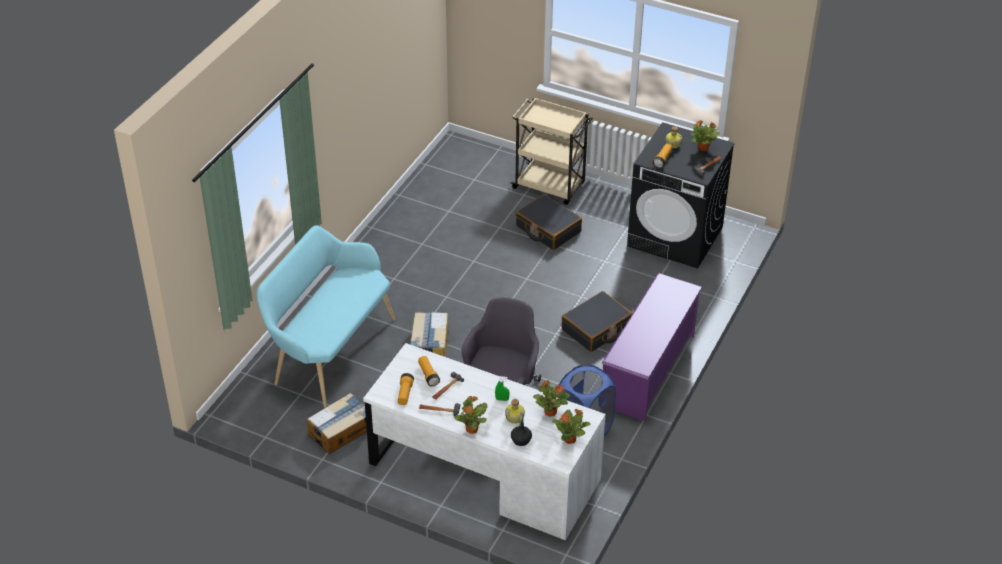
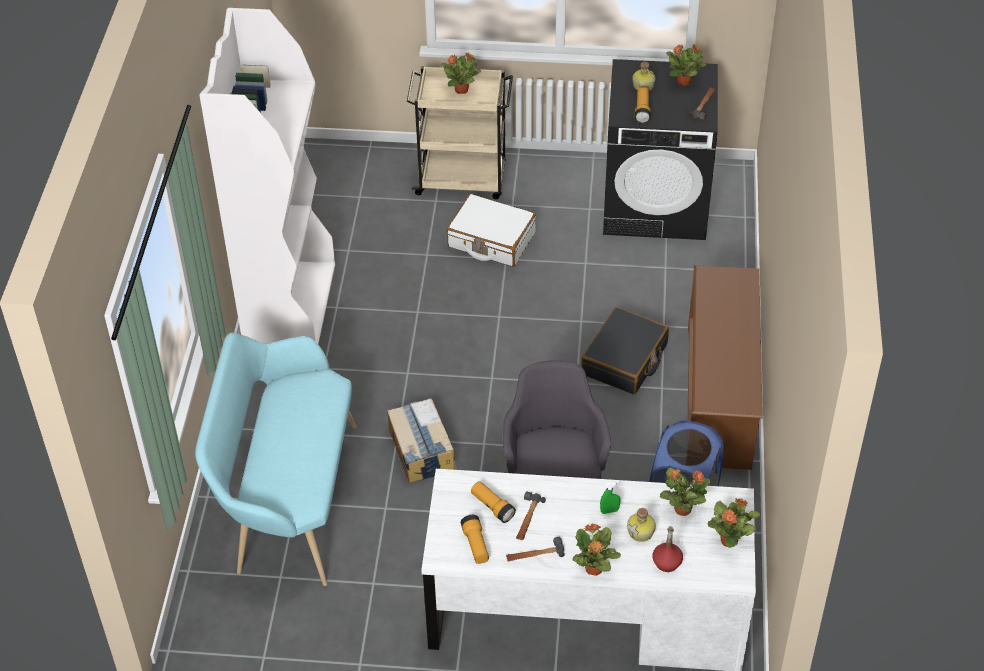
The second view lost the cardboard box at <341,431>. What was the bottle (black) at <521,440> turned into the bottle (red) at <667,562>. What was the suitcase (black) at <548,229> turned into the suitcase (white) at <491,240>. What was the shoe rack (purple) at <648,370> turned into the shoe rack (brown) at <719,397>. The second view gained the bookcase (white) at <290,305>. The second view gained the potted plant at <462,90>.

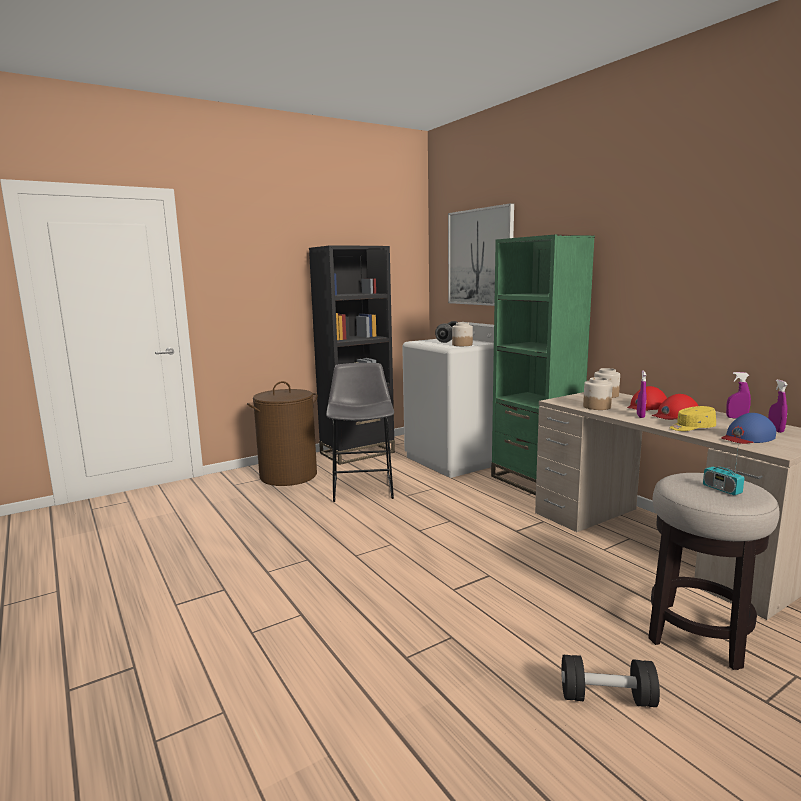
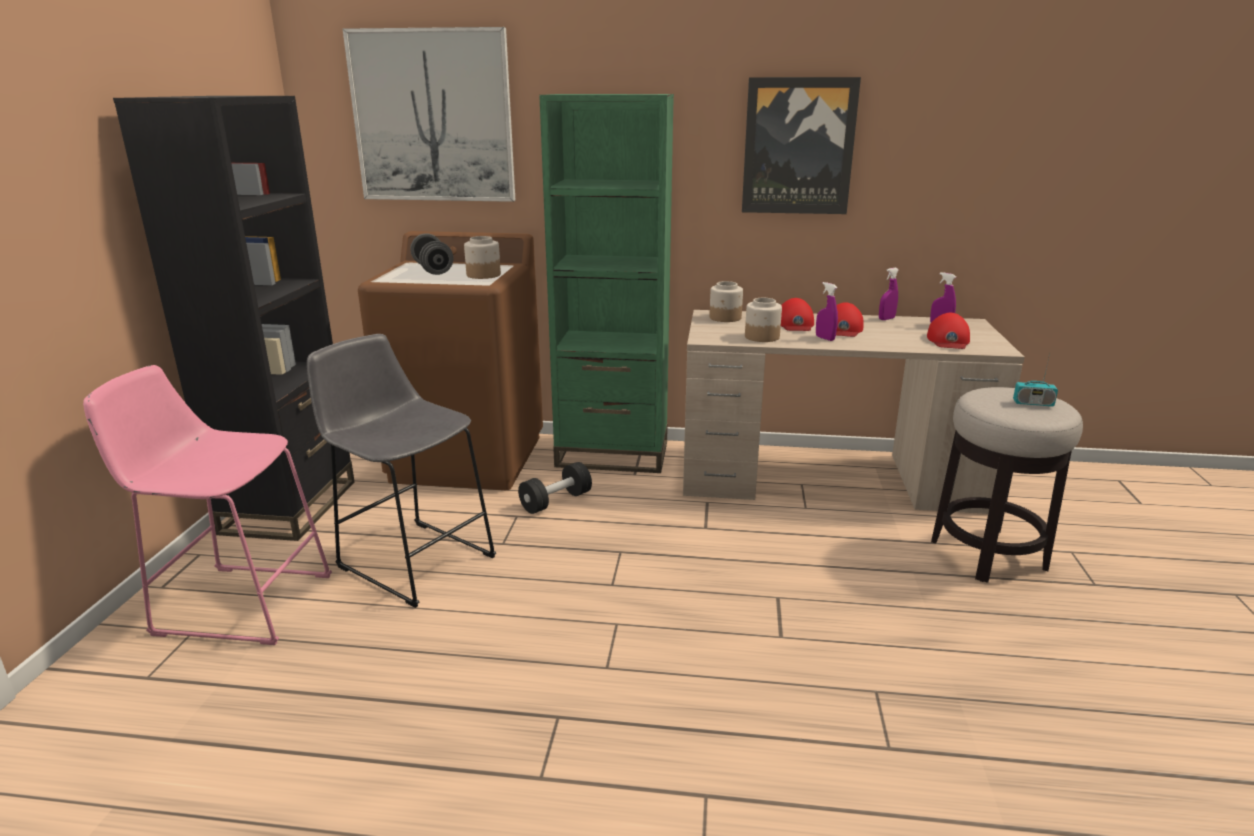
Where the laundry basket (brown) stood at <288,475>, the stool (pink) came to stand at <237,603>. What was the washing machine (white) at <457,459> turned into the washing machine (brown) at <469,458>. The dumbbell (black) ended up elsewhere, having gone from <607,698> to <556,501>. The second view lost the cap (yellow) at <691,428>. What was the cap (blue) at <747,437> turned into the cap (red) at <948,340>. The second view gained the picture at <798,147>.

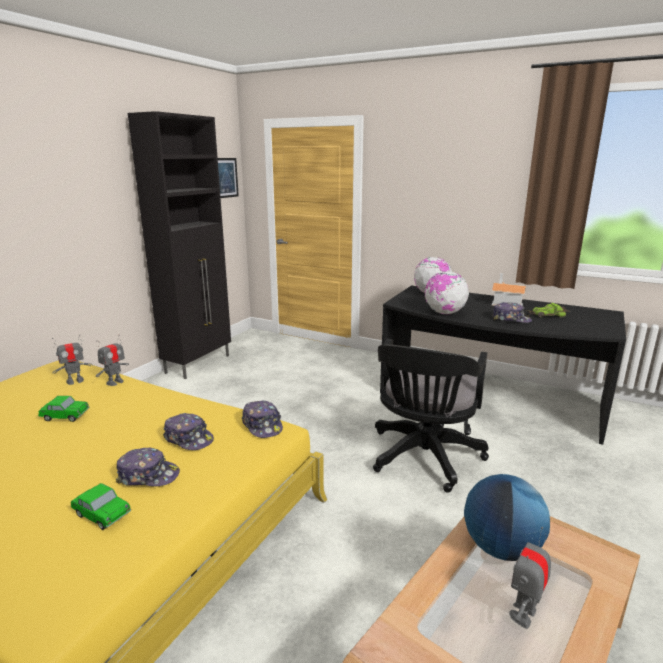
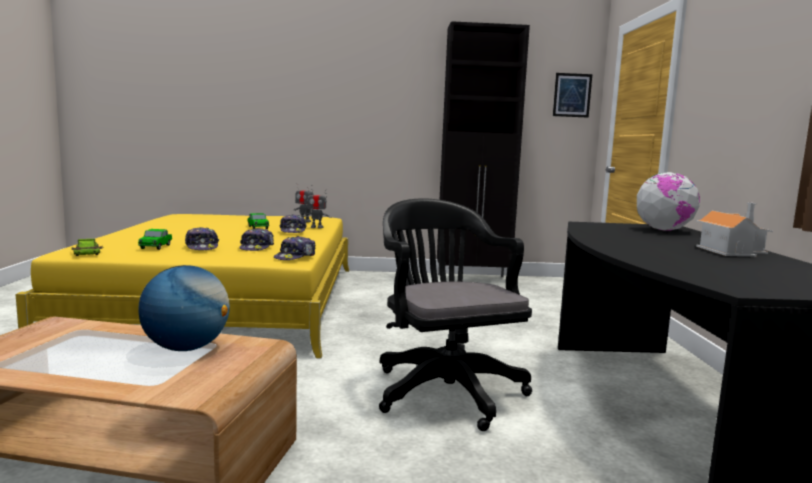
The office chair (black) at <423,459> ended up facing another way, 75 degrees clockwise from before. The second view lost the globe at <444,313>. The cap ended up elsewhere, having gone from <511,319> to <293,231>. The second view lost the toy robot at <523,614>. The toy car ended up elsewhere, having gone from <547,315> to <87,252>.

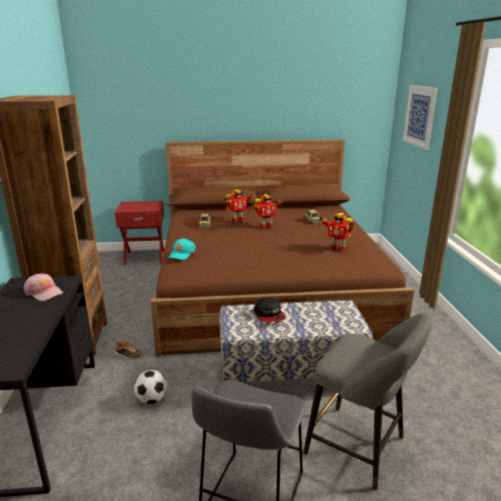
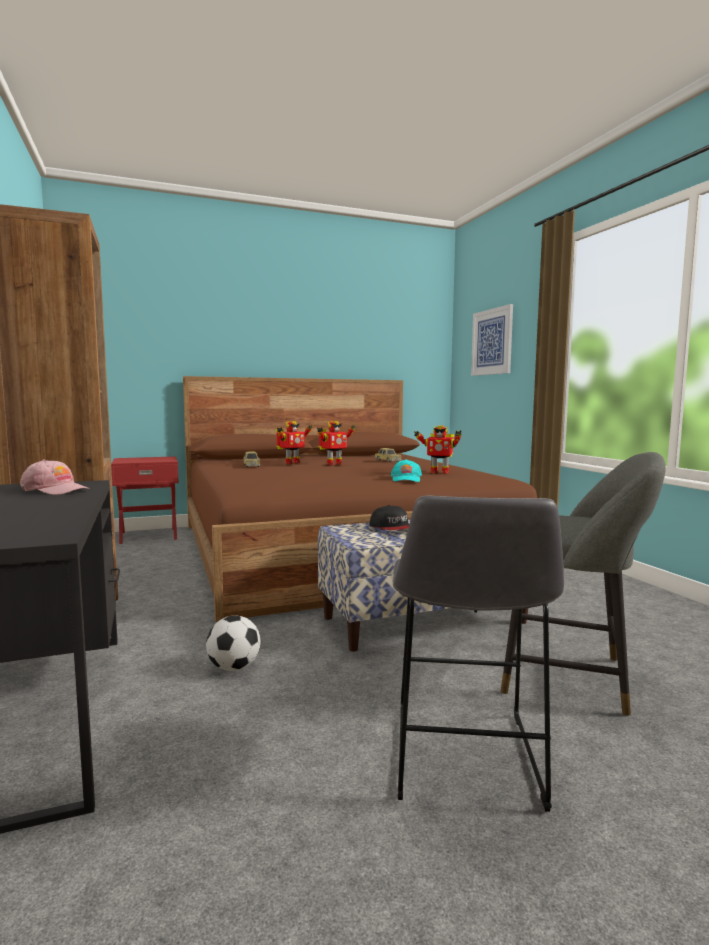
The second view lost the shoe at <129,355>. The cap (turquoise) ended up elsewhere, having gone from <182,254> to <406,479>.

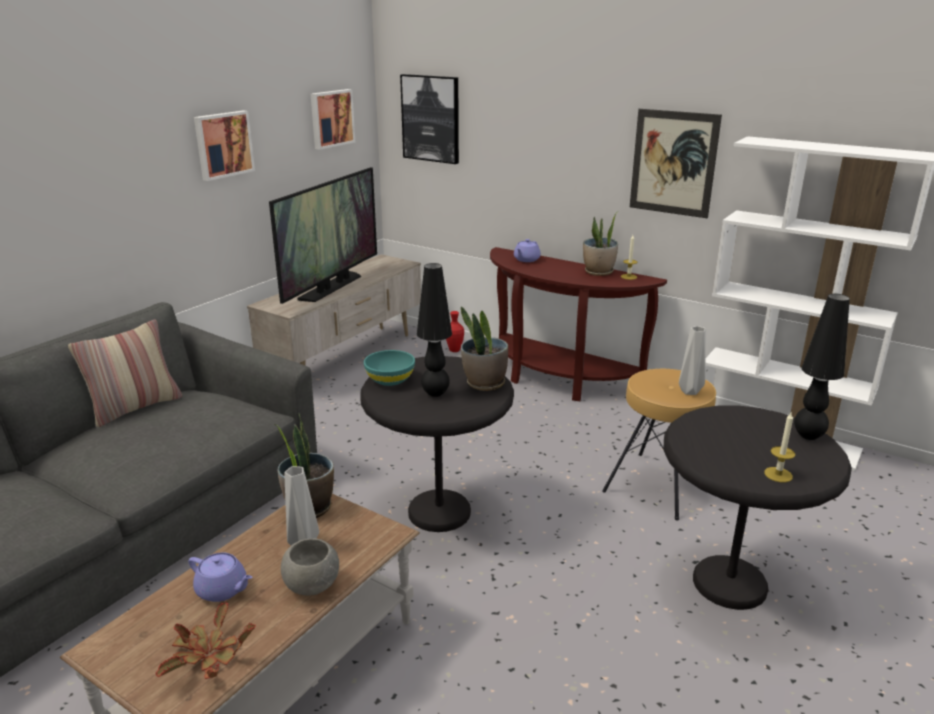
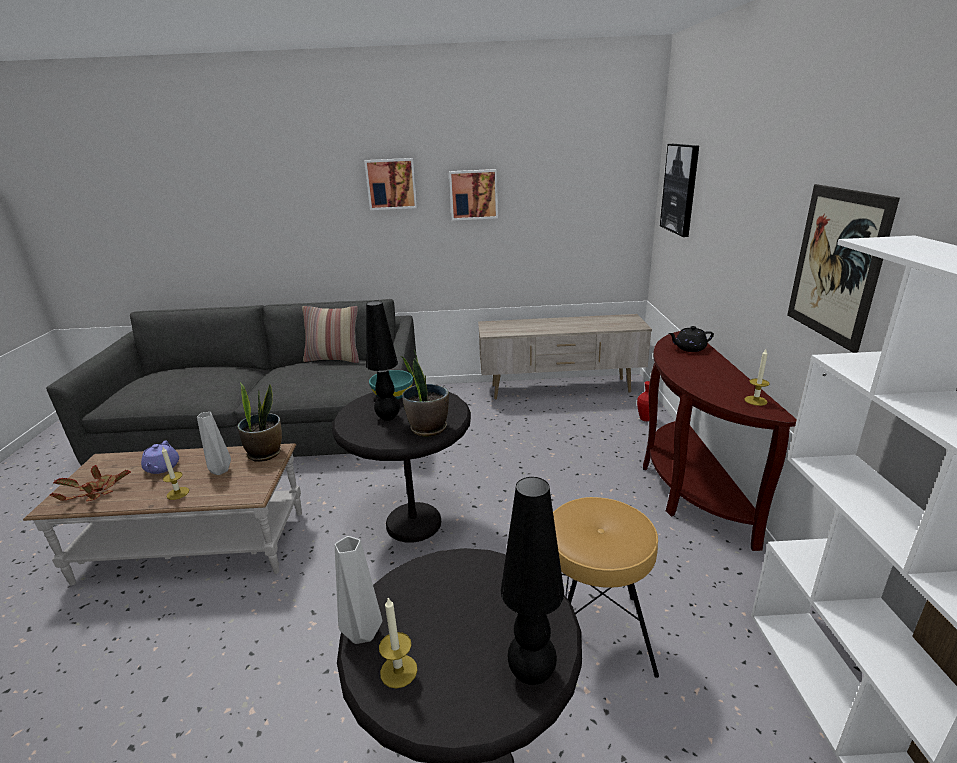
The second view lost the television at <331,287>. Where the bowl (grey) stood at <312,585>, the candle came to stand at <178,493>. The picture ended up elsewhere, having gone from <331,118> to <391,184>. What was the teapot (purple) at <526,260> turned into the teapot (black) at <689,348>. The second view lost the potted plant at <598,272>. The vase (grey) ended up elsewhere, having gone from <689,392> to <361,634>.

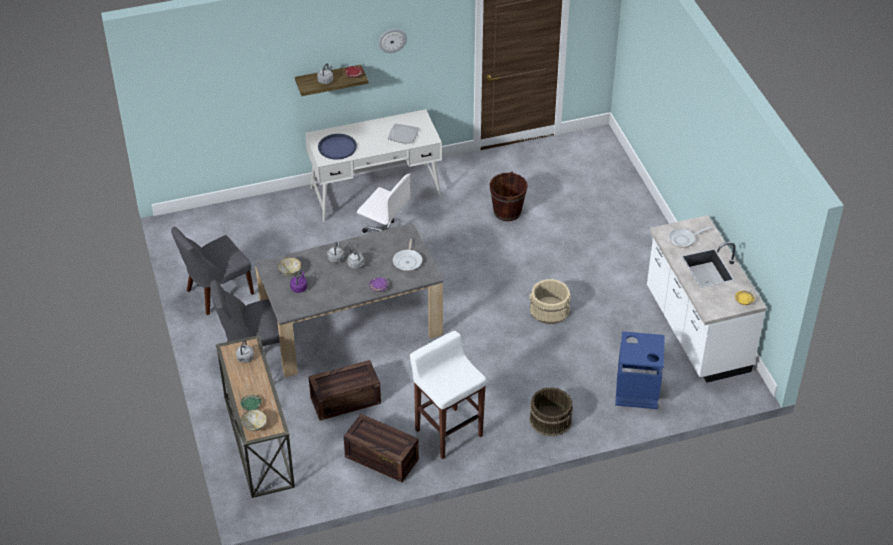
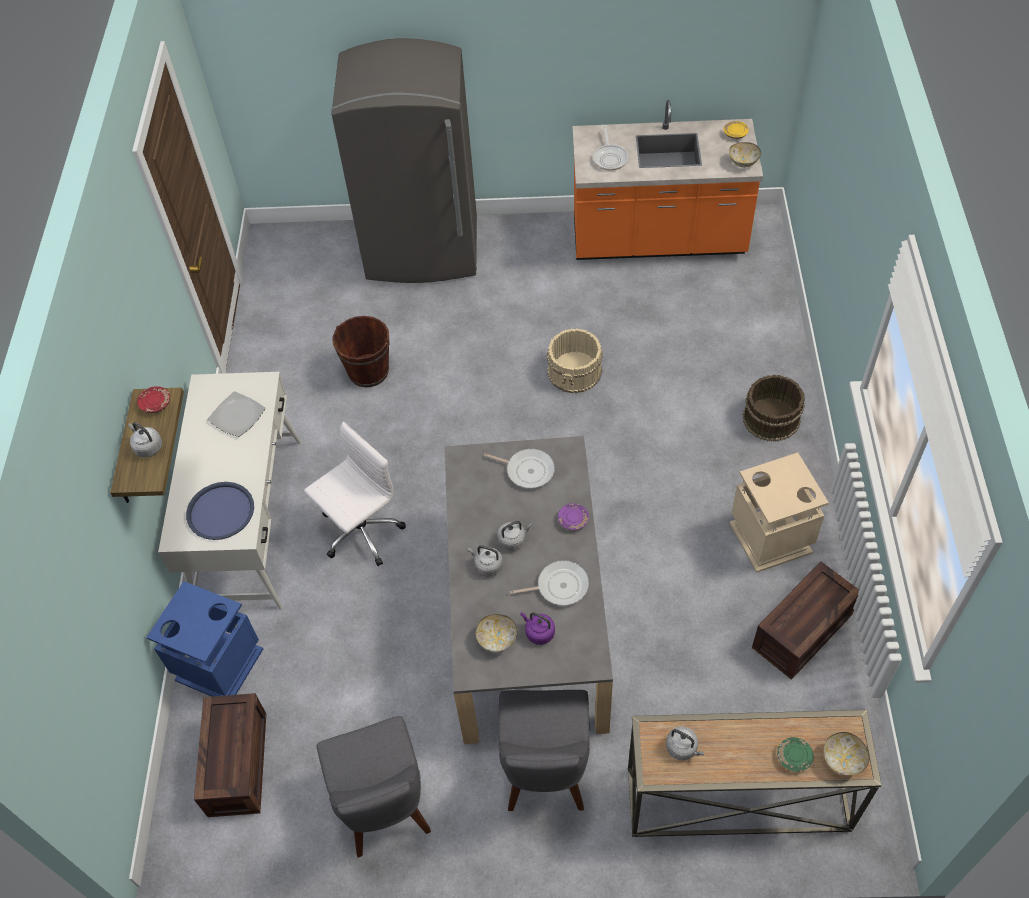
The crate ended up elsewhere, having gone from <346,399> to <236,762>. The second view lost the wall clock at <392,40>. Where the stool (white) stood at <448,432>, the trash can (beige) came to stand at <769,537>. The trash can (blue) ended up elsewhere, having gone from <637,391> to <220,664>. What was the counter (white) at <696,331> turned into the counter (orange) at <658,240>. The second view gained the fridge (grey) at <423,250>. The second view gained the frying pan at <559,586>. The second view gained the bowl at <743,162>.

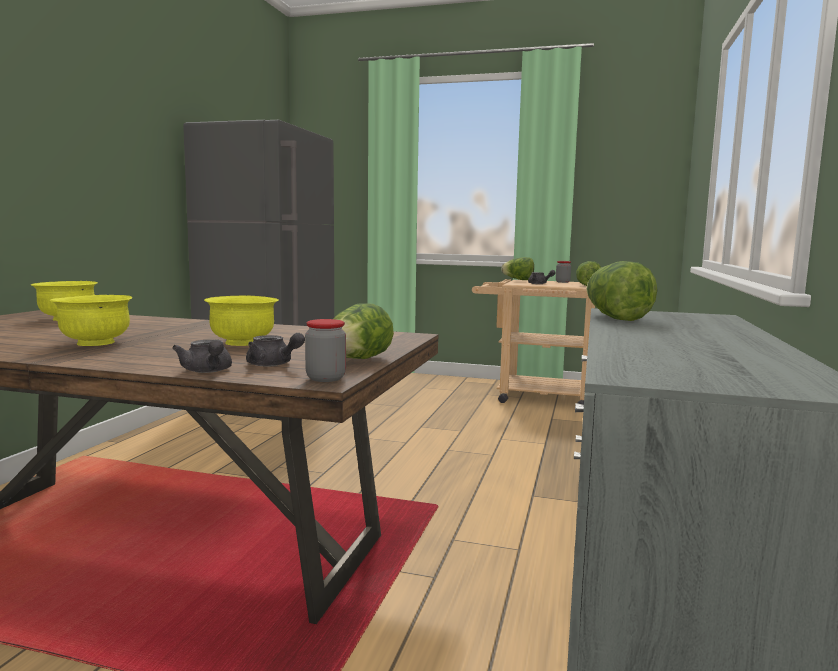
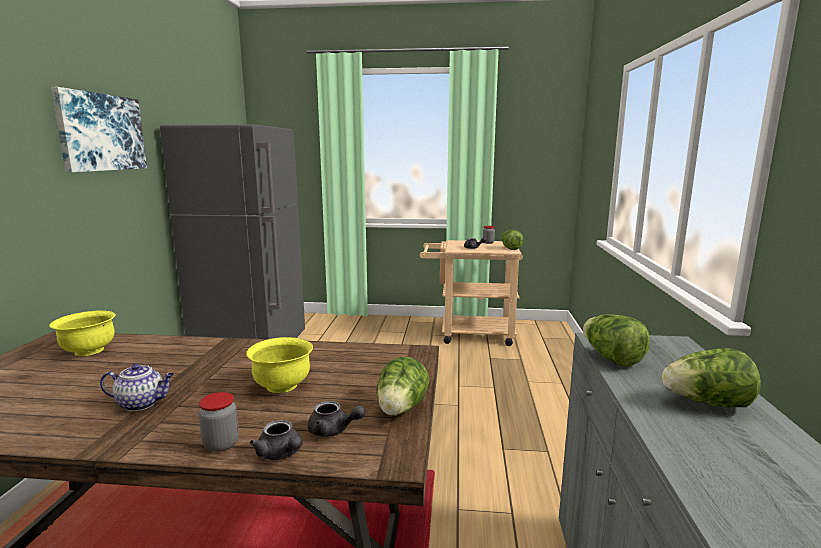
Where the bowl (yellow) stood at <95,343>, the teapot came to stand at <142,403>. The jar ended up elsewhere, having gone from <325,378> to <221,444>. The lettuce ended up elsewhere, having gone from <518,280> to <707,403>. The second view gained the picture at <101,132>.

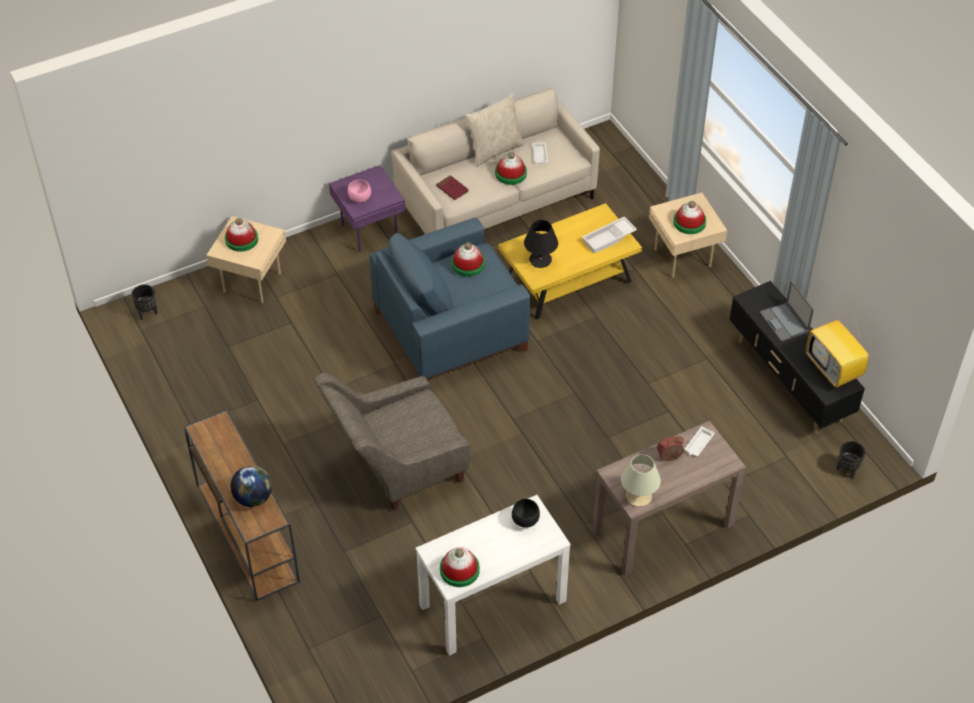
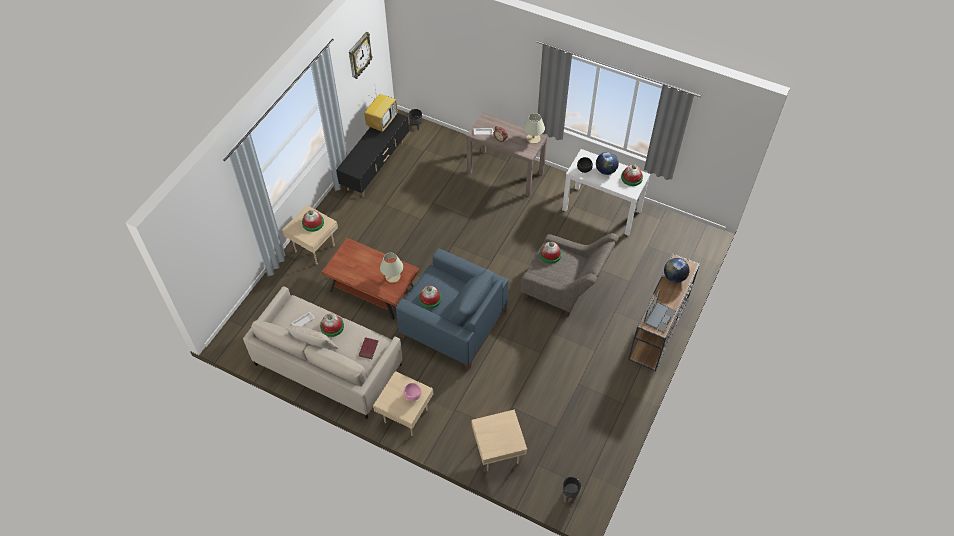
The hat ended up elsewhere, having gone from <241,239> to <550,254>. What was the side table (purple) at <370,230> turned into the side table (beige) at <404,416>. What was the coffee table (yellow) at <568,281> turned into the coffee table (brown) at <373,290>. What was the table lamp (black) at <540,260> turned into the table lamp (beige) at <393,276>. The second view lost the tray (white) at <609,238>. The laptop ended up elsewhere, having gone from <784,322> to <659,316>. The second view gained the wall clock at <359,56>. The second view gained the globe at <605,170>.

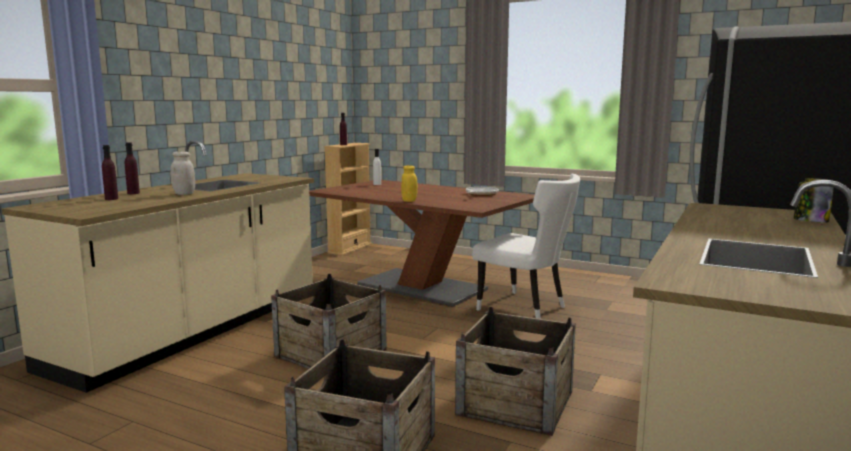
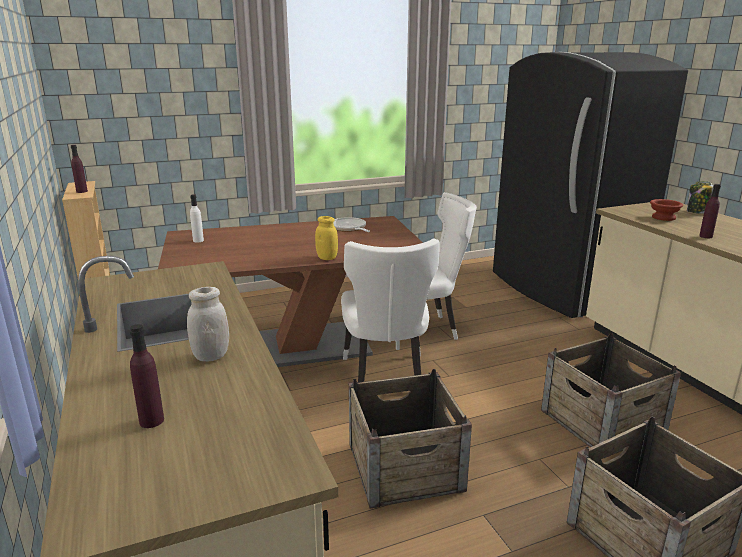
The bottle (purple) ended up elsewhere, having gone from <133,193> to <705,236>. The second view gained the chair (white) at <385,376>. The second view gained the bowl (brown) at <664,217>.

